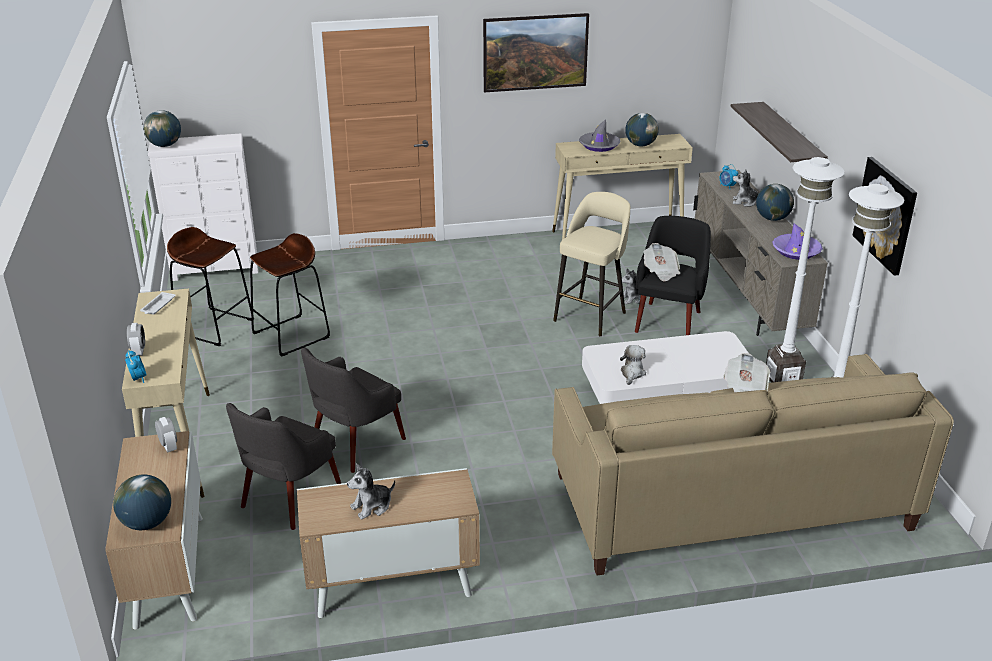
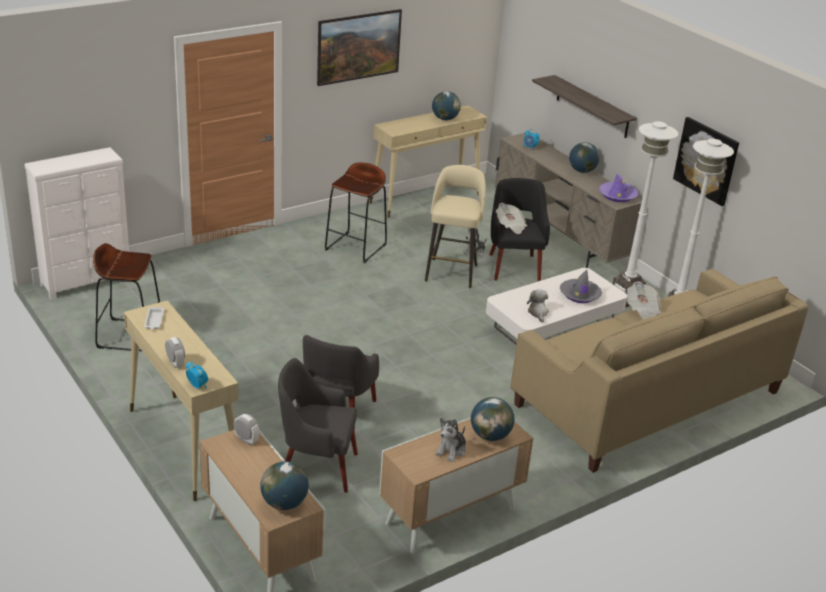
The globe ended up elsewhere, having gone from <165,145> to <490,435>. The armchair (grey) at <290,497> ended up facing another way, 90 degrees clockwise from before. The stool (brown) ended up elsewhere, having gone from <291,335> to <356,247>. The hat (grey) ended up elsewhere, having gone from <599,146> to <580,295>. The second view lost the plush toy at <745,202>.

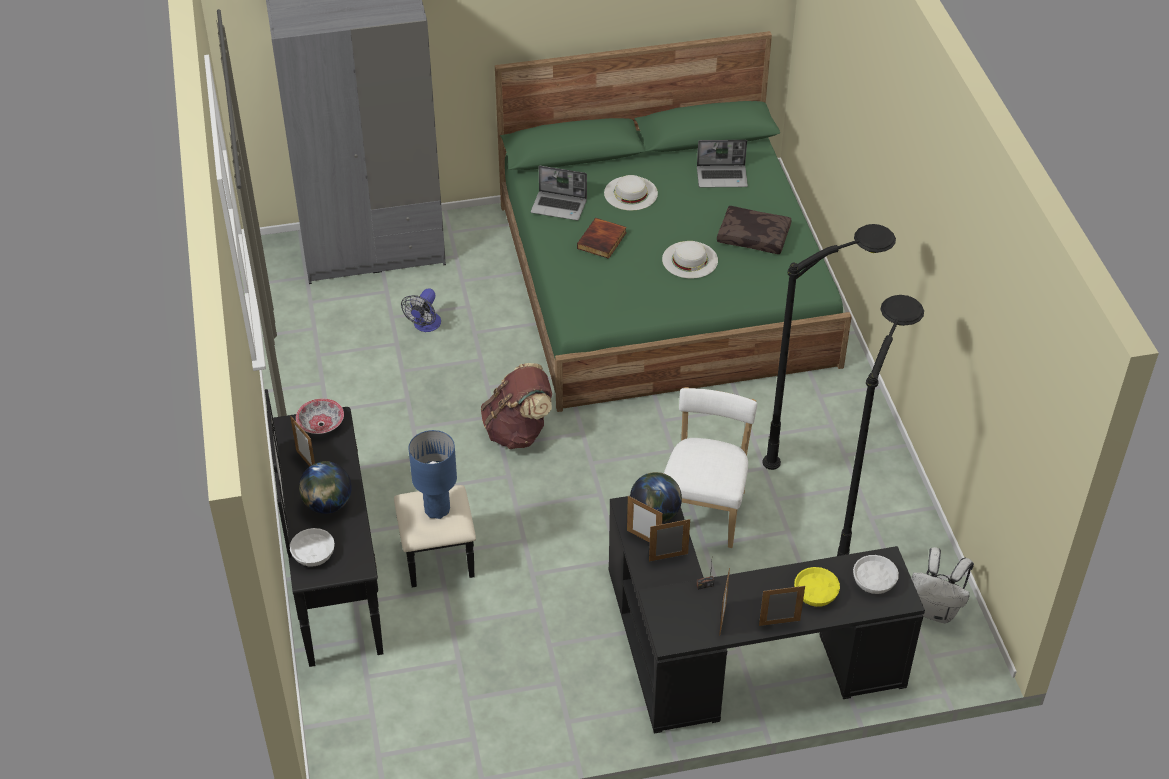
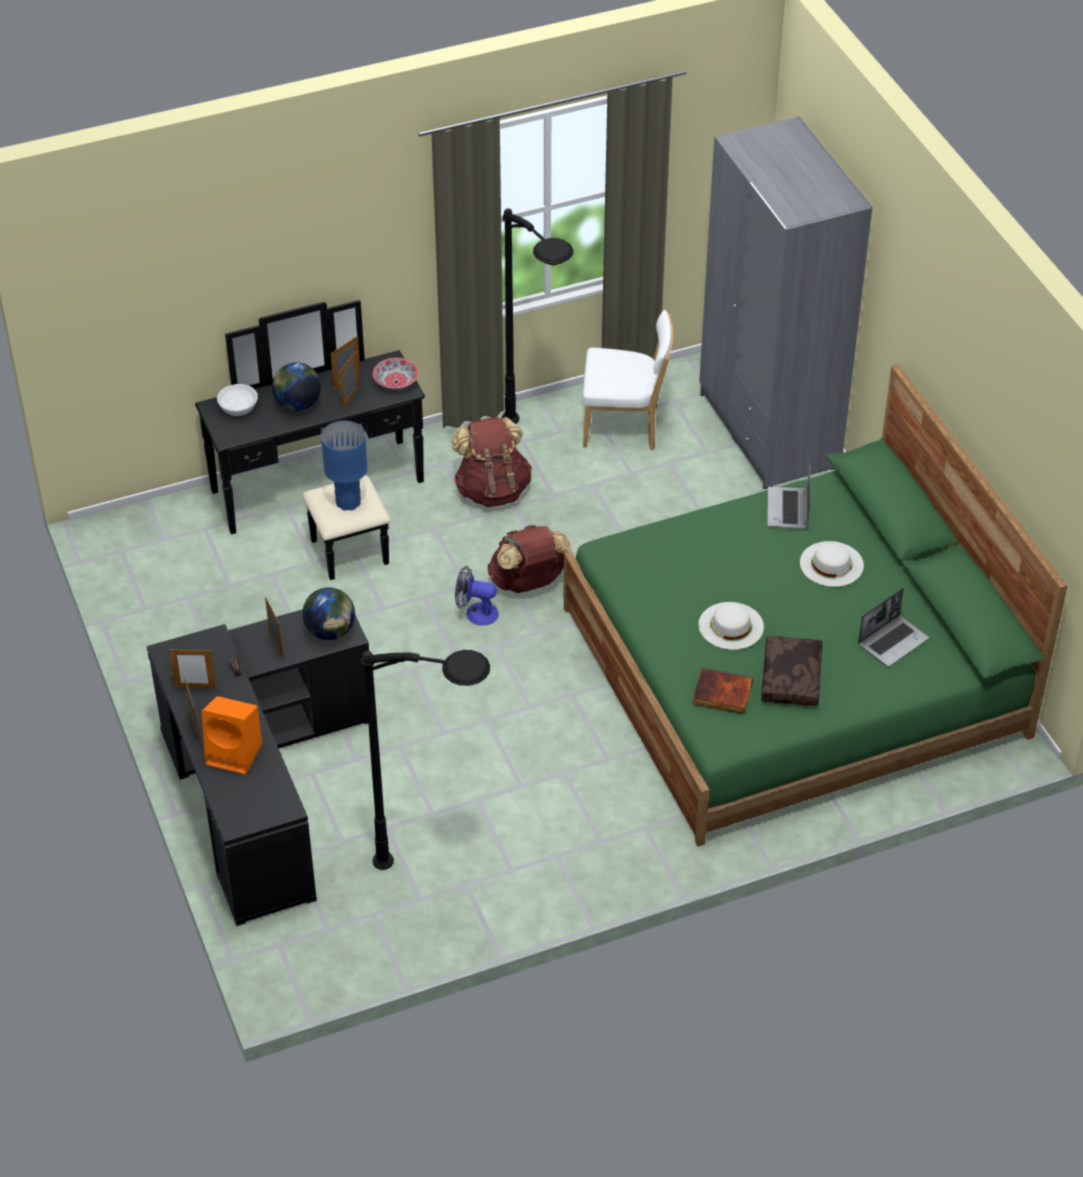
The fan ended up elsewhere, having gone from <425,326> to <476,613>. The book ended up elsewhere, having gone from <602,241> to <722,694>. The picture frame ended up elsewhere, having gone from <643,539> to <350,399>. The chair (white) ended up elsewhere, having gone from <705,510> to <625,427>. The laptop at <722,177> ended up facing another way, 120 degrees counterclockwise from before. The floor lamp (black) ended up elsewhere, having gone from <822,447> to <540,452>. Where the bowl (yellow) stood at <815,593>, the speaker (orange) came to stand at <235,754>. The second view lost the bowl (white) at <874,580>. The second view lost the backpack (white) at <936,610>. The second view gained the backpack (brown) at <492,490>.

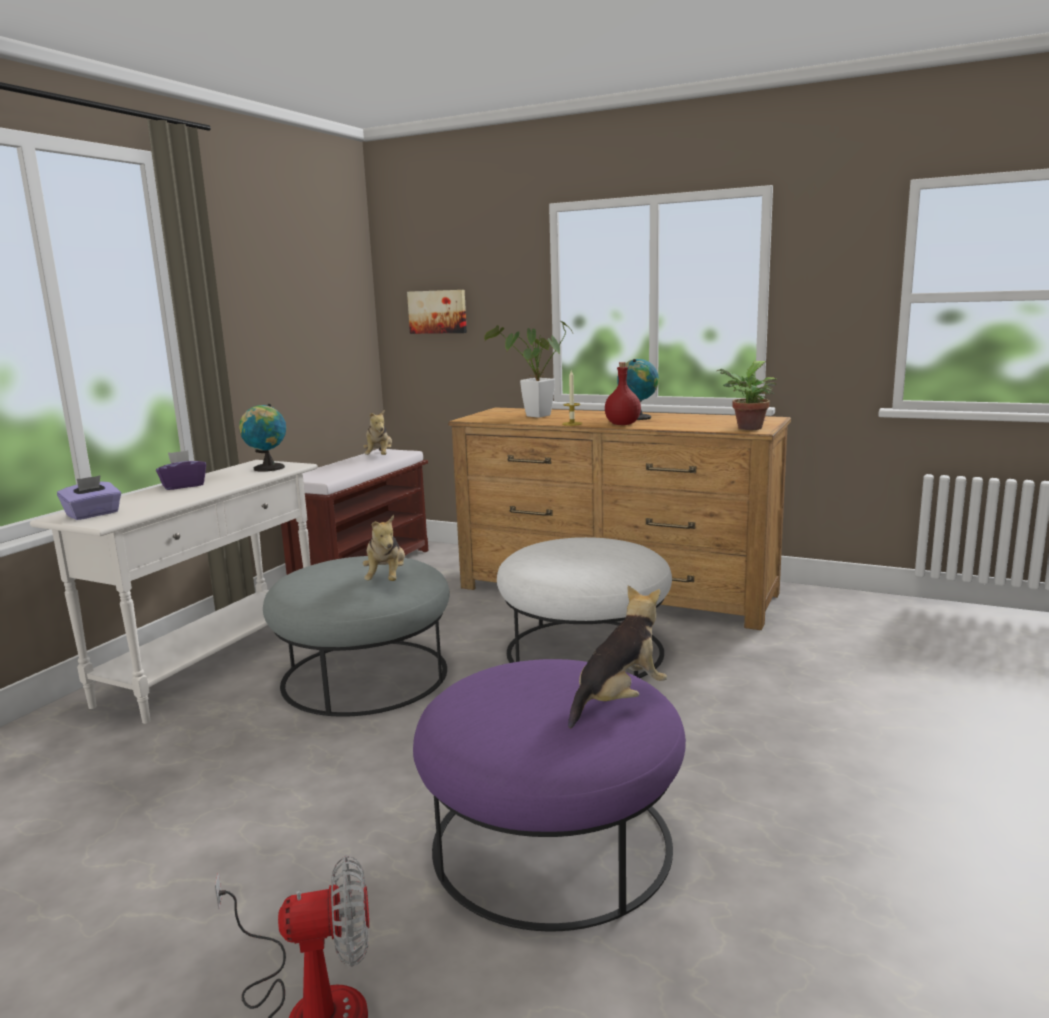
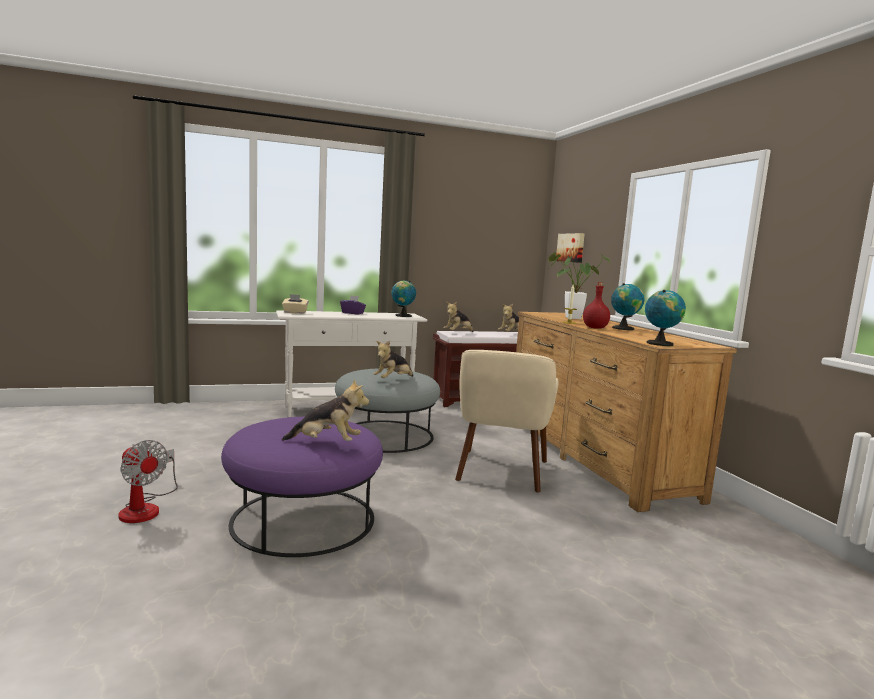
What was the tissue box (purple) at <93,514> turned into the tissue box (beige) at <295,312>. Where the ottoman (white) stood at <584,651>, the armchair (beige) came to stand at <501,471>. Where the potted plant stood at <747,428>, the globe came to stand at <660,343>. The second view gained the plush toy at <458,333>.

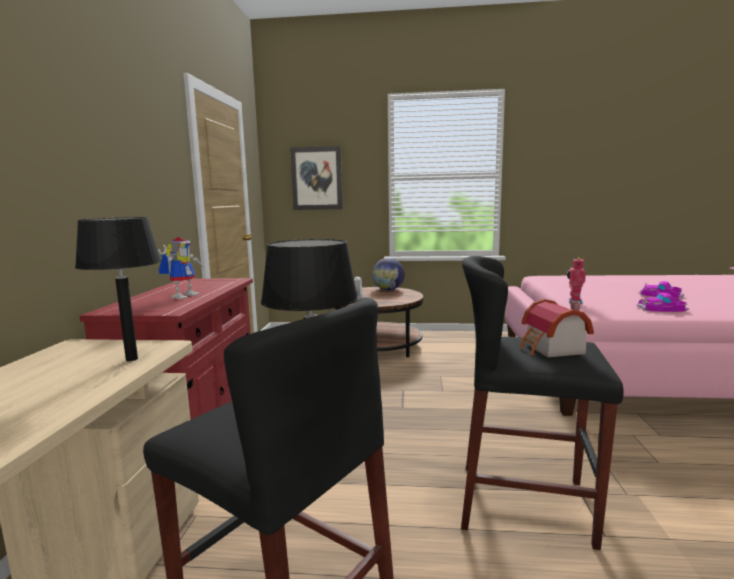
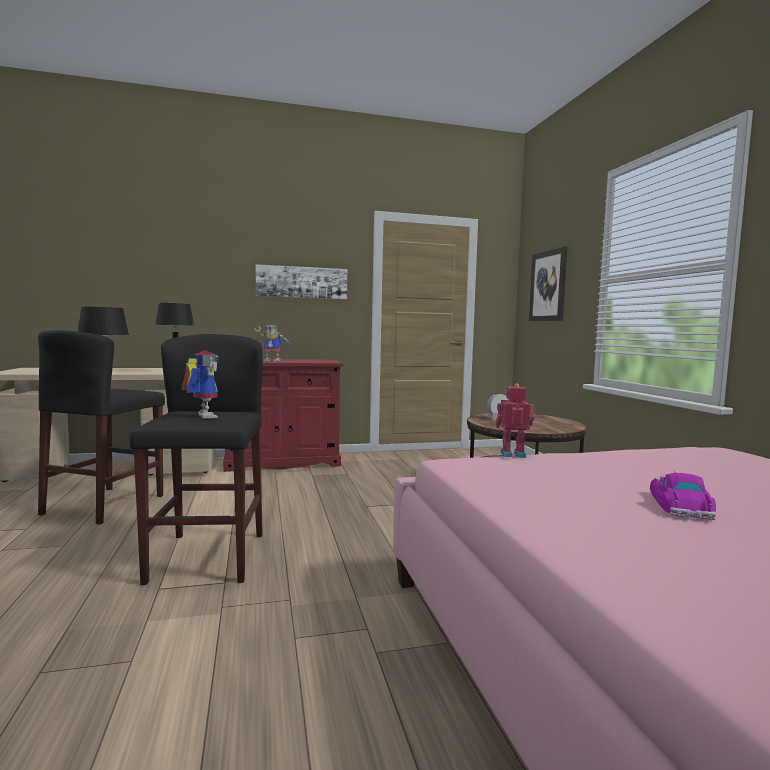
The second view lost the globe at <388,289>. Where the toy house stood at <552,349>, the toy robot came to stand at <202,416>. The second view lost the toy car at <661,309>. The second view gained the picture at <302,282>.

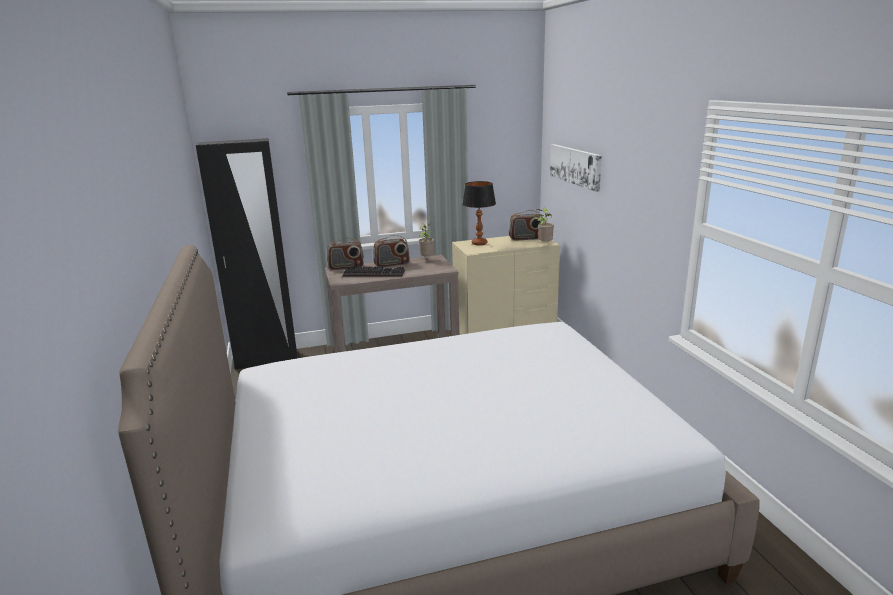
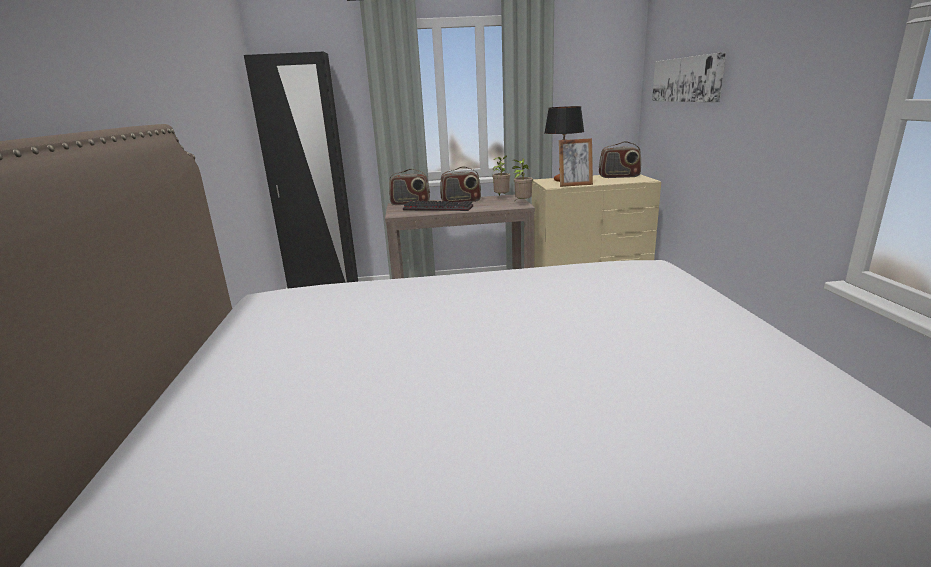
The potted plant ended up elsewhere, having gone from <544,245> to <522,203>. The second view gained the picture frame at <575,185>.

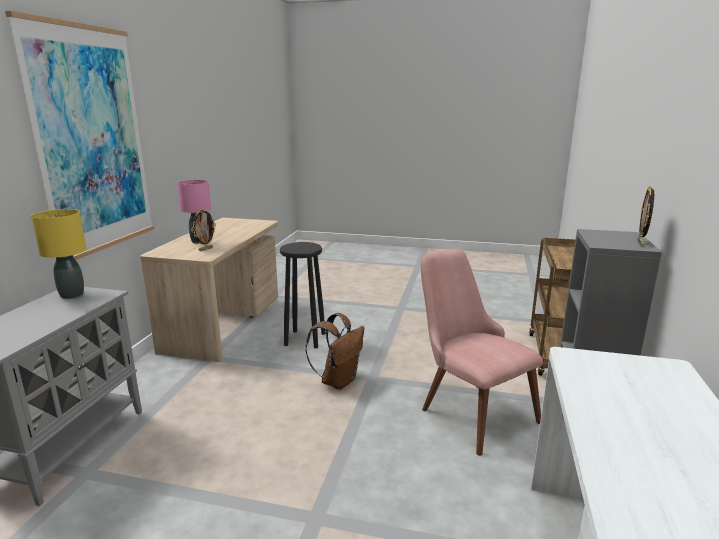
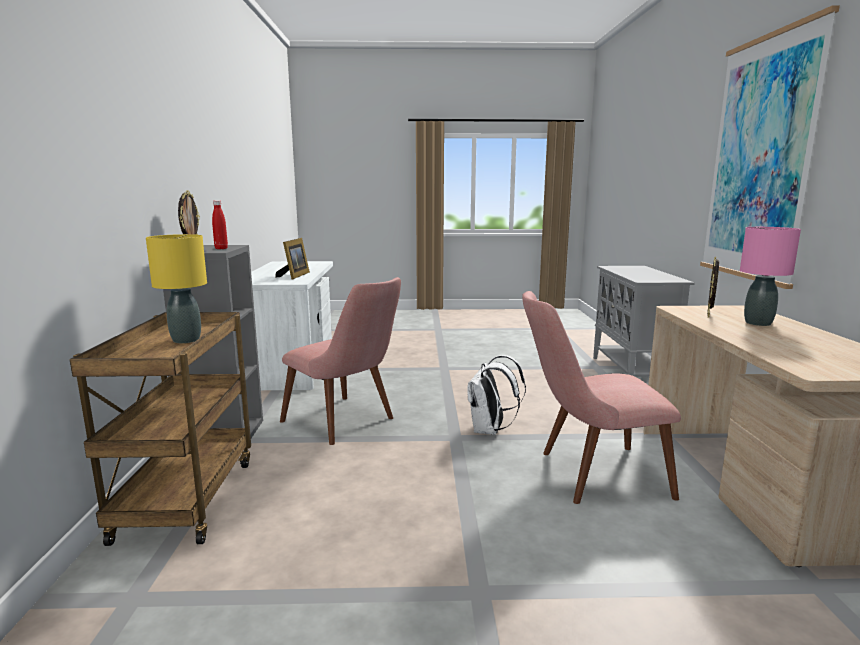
The table lamp (yellow) ended up elsewhere, having gone from <72,295> to <186,340>. Where the stool (black) stood at <304,339>, the chair (pink) came to stand at <588,475>. What was the backpack (brown) at <338,380> turned into the backpack (white) at <490,430>. The second view gained the bottle (red) at <221,248>. The second view gained the picture frame at <294,276>.

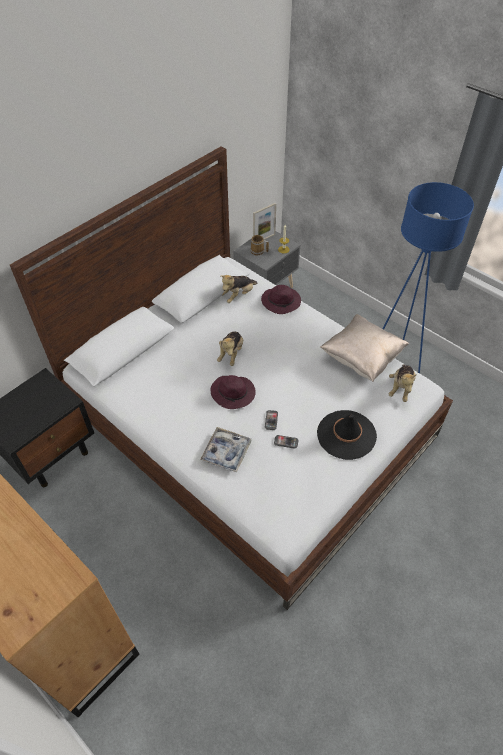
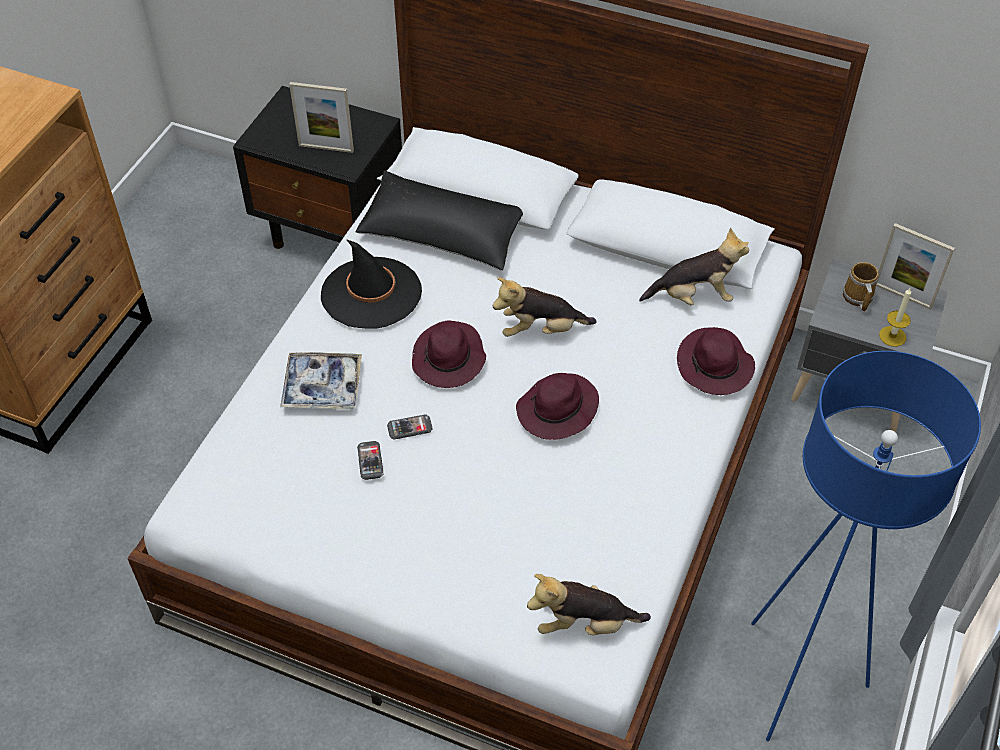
The plush toy at <238,295> ended up facing another way, 150 degrees clockwise from before. The hat (black) ended up elsewhere, having gone from <346,435> to <371,293>. The second view lost the pillow (beige) at <361,358>. The second view gained the picture frame at <326,148>. The second view gained the pillow (black) at <442,233>. The second view gained the hat (purple) at <557,411>.

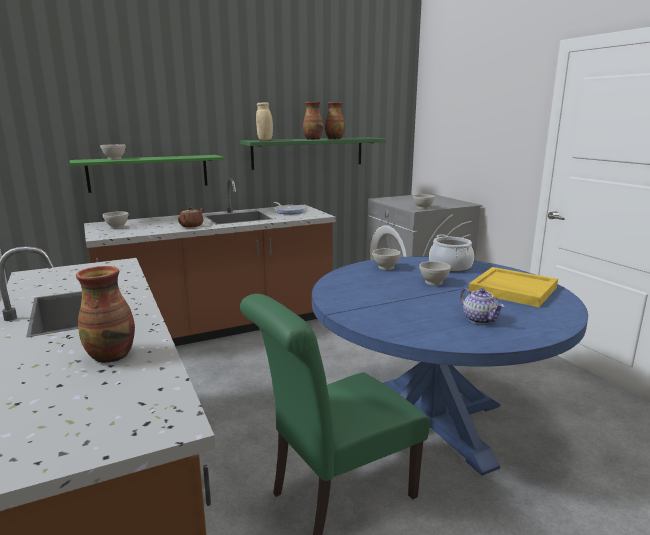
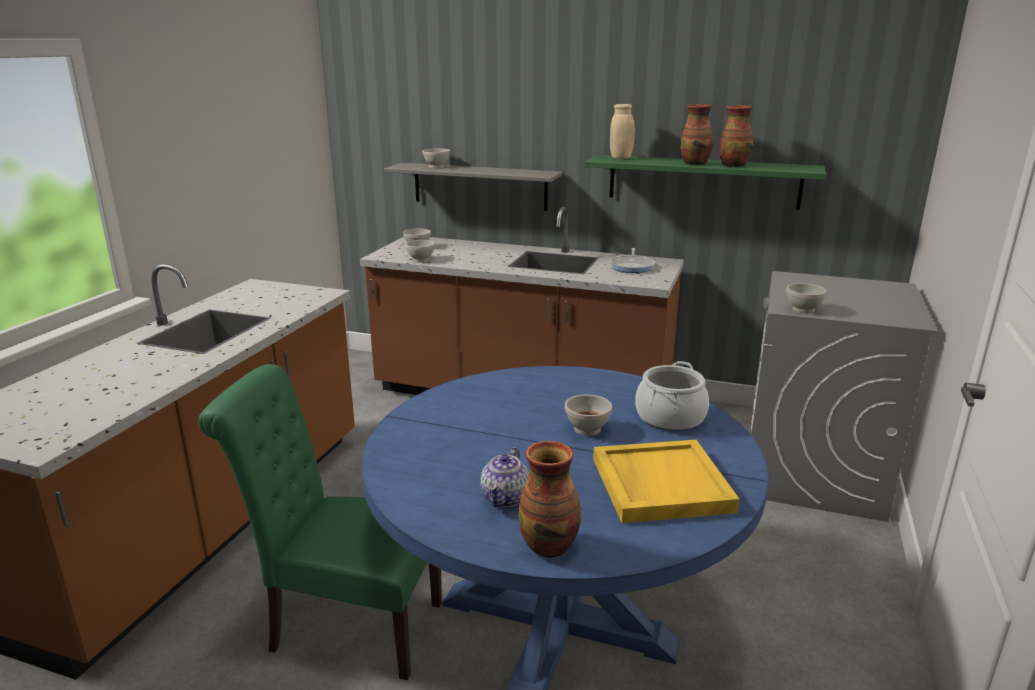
What was the shelf (green) at <149,173> turned into the shelf (grey) at <479,186>. The vase ended up elsewhere, having gone from <112,355> to <550,545>. The second view lost the teapot (brown) at <192,225>. The bowl (white) ended up elsewhere, having gone from <386,267> to <421,260>.

